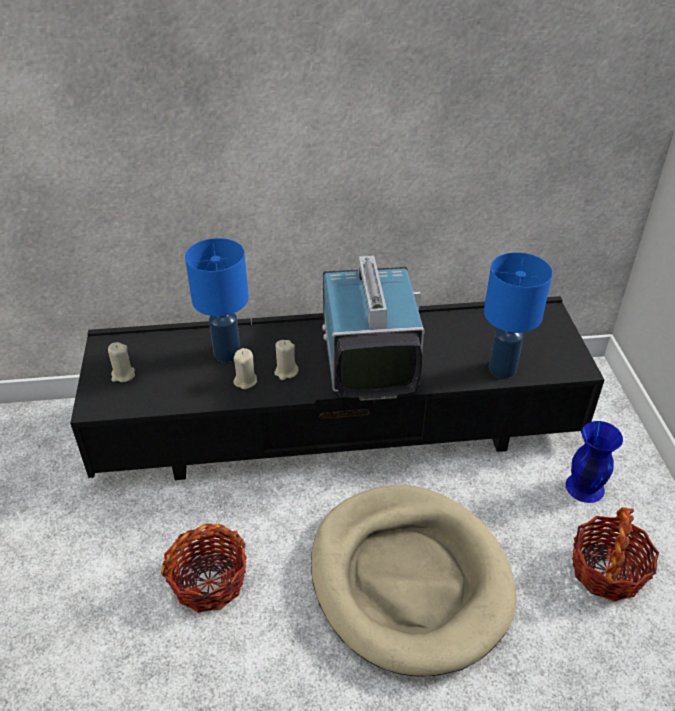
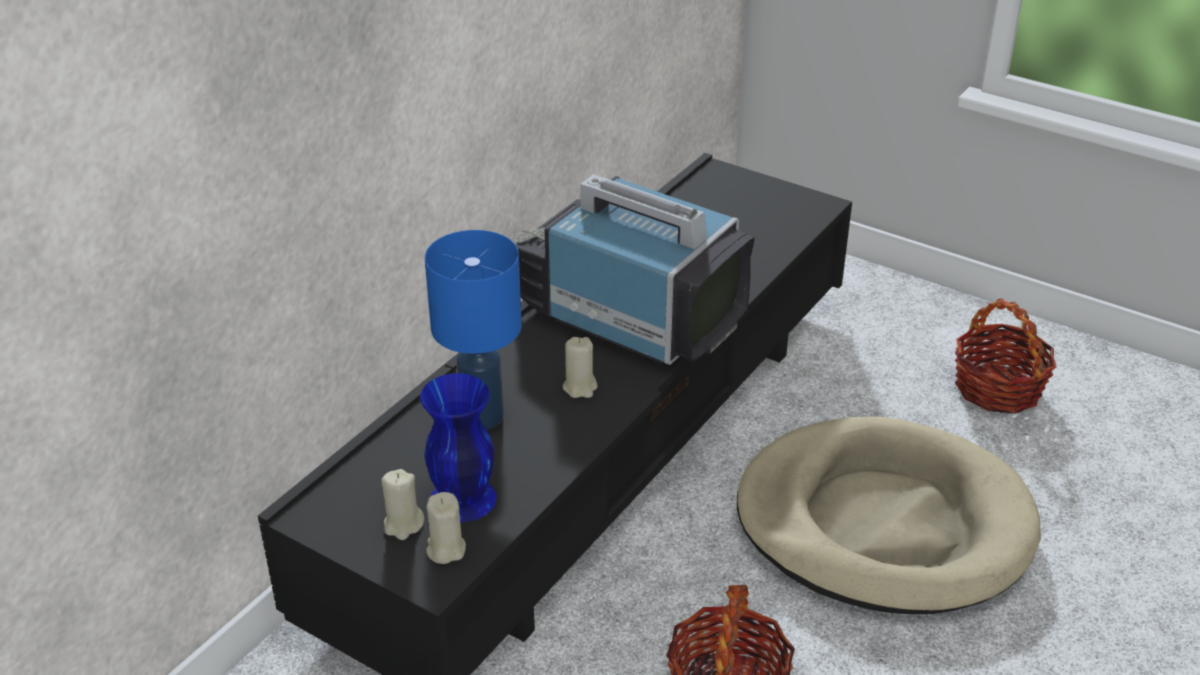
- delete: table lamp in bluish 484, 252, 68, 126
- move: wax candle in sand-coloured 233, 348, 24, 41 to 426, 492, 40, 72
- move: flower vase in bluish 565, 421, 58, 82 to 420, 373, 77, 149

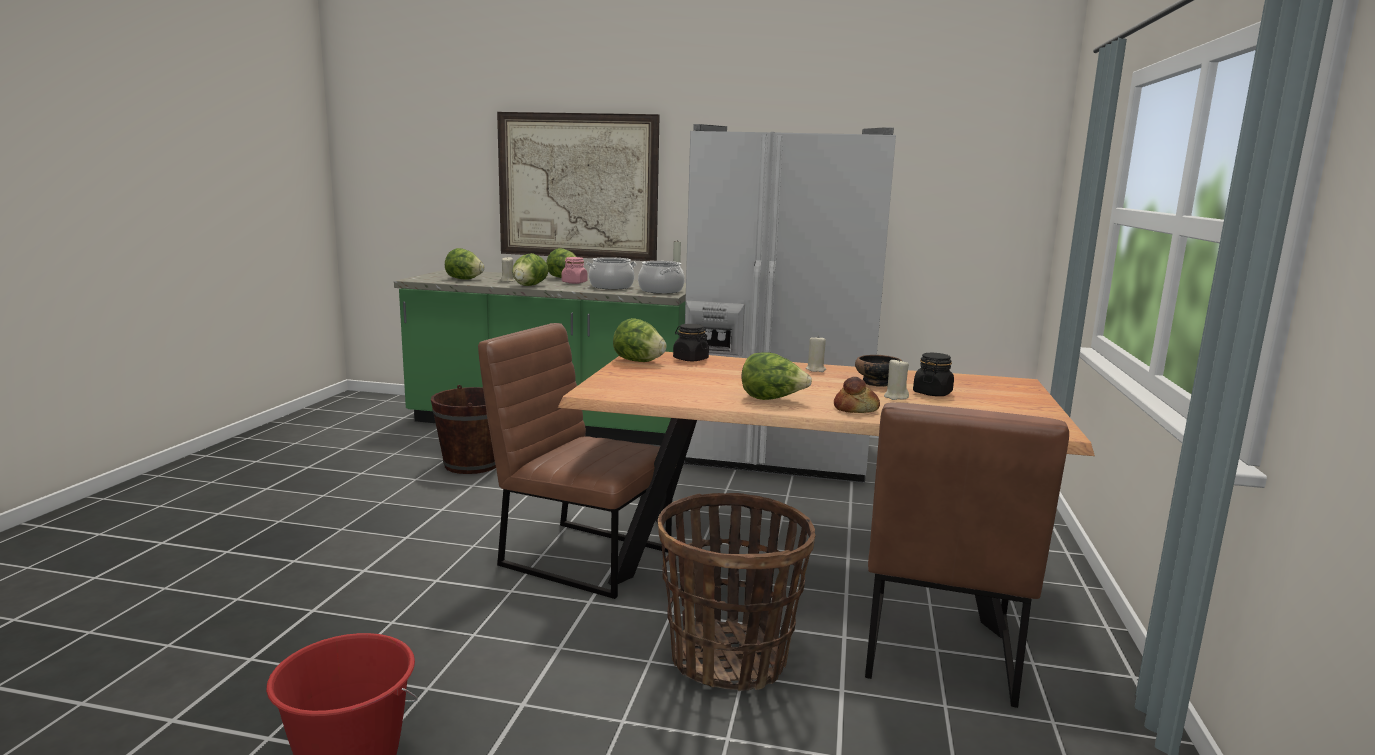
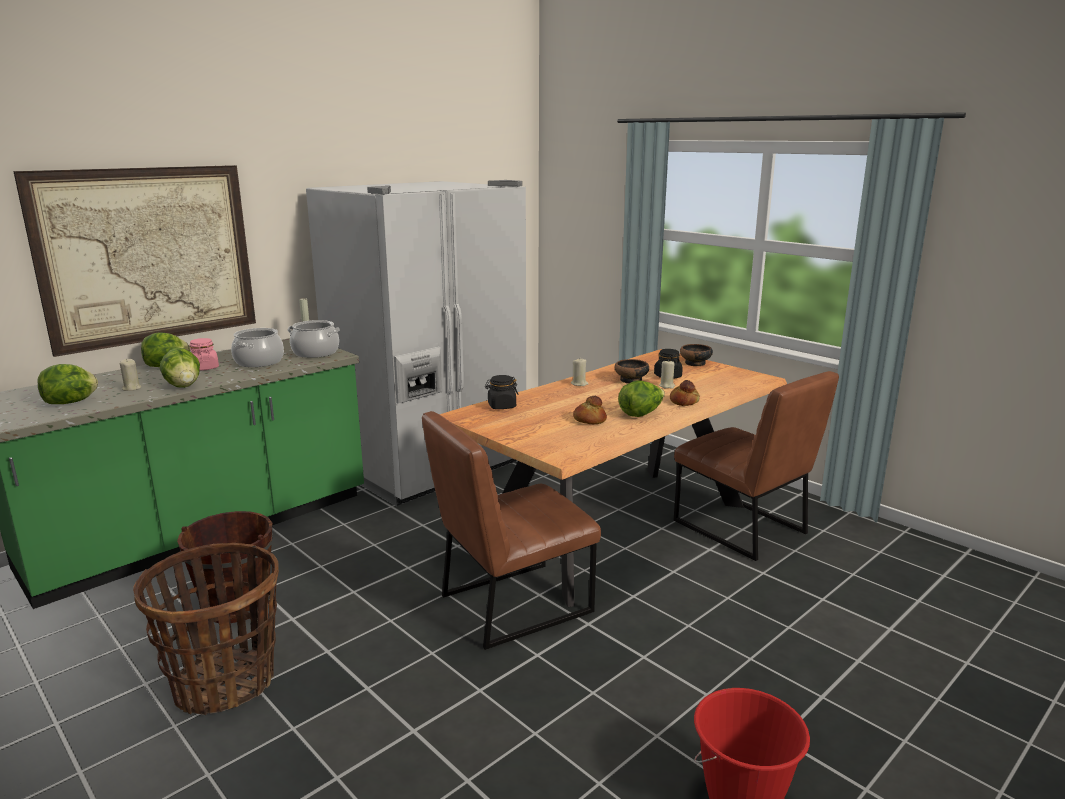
- delete: head of lettuce 613, 318, 54, 44
- insert: bakery bread 573, 396, 34, 28
- insert: serving bowl 680, 344, 33, 22
- move: storage basket 658, 493, 157, 198 to 133, 543, 146, 172

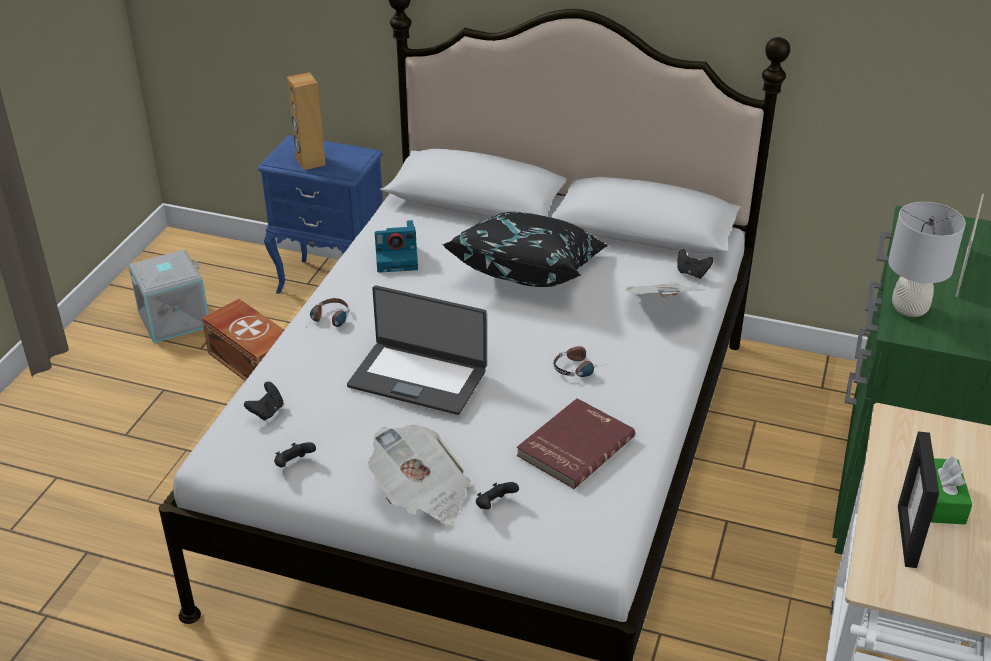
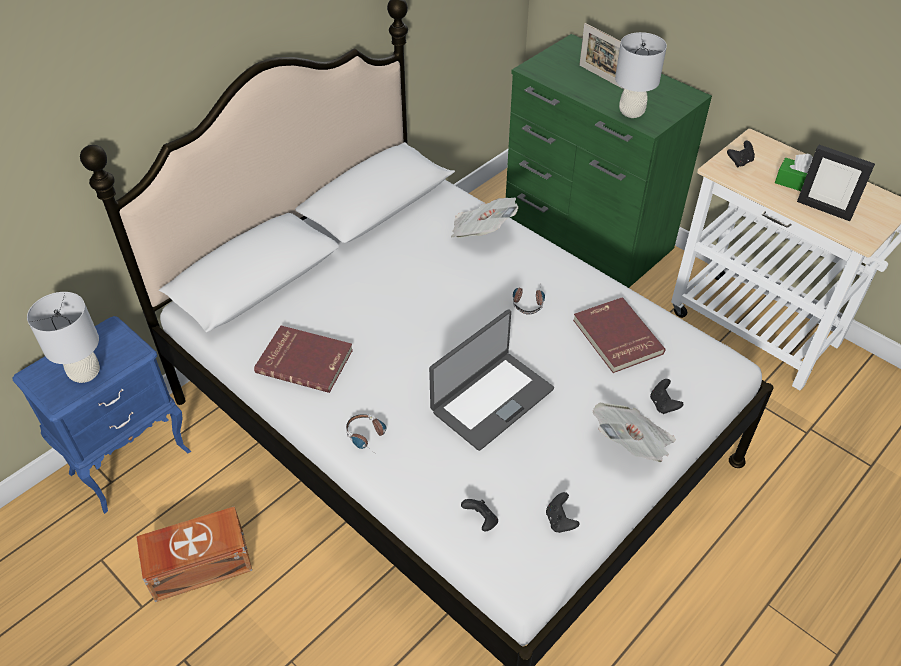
- delete: storage bin in greyish 128, 250, 81, 93
- delete: cushion in blackish 442, 212, 167, 75
- move: game controller in blackish 677, 249, 37, 30 to 727, 140, 28, 27
- replace: loudspeaker in brown-coloured 287, 72, 39, 98 to table lamp in greyish 27, 292, 73, 91
- replace: photo camera 375, 220, 43, 53 to book in red 254, 326, 99, 67

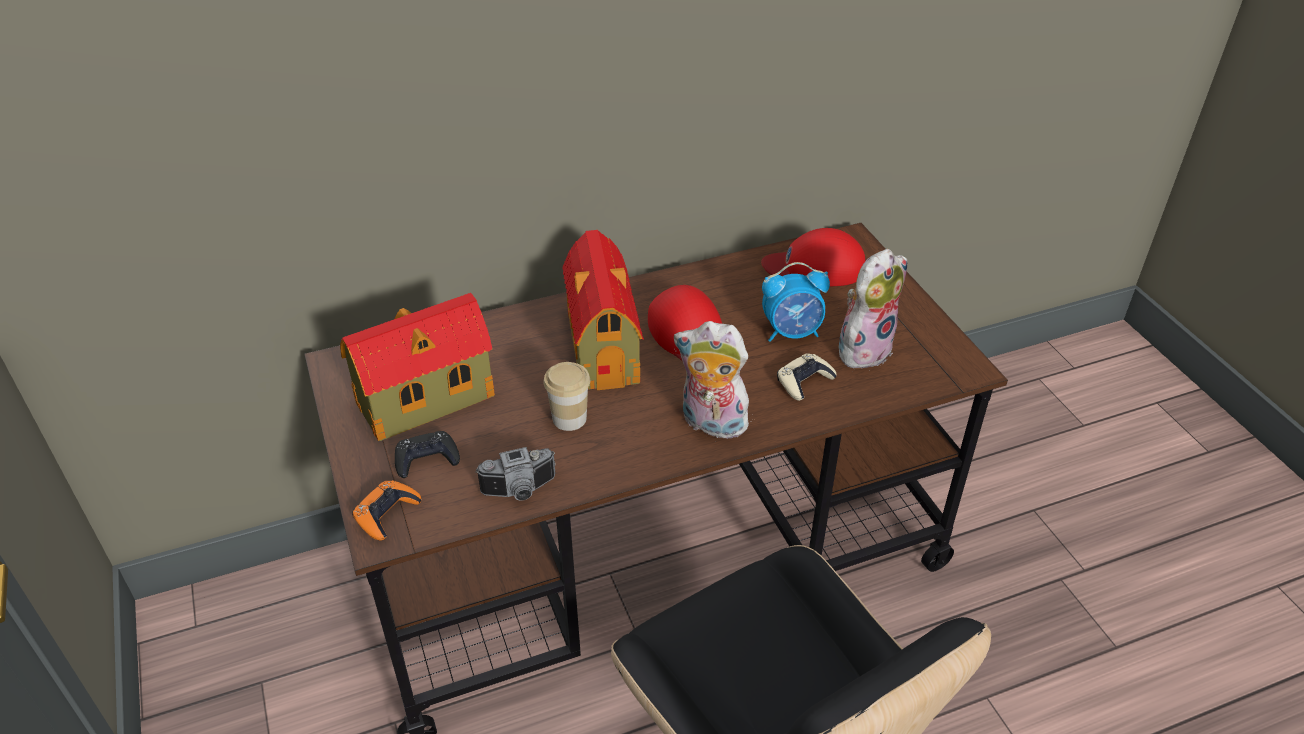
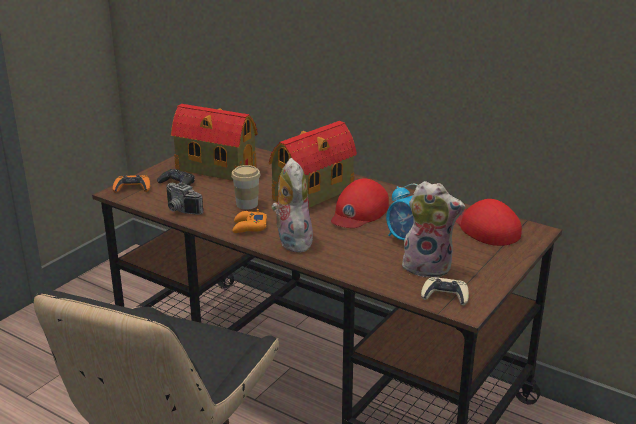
- insert: game controller in orangey 232, 209, 35, 24
- move: game controller in sand-coloured 777, 353, 59, 48 to 421, 277, 48, 28

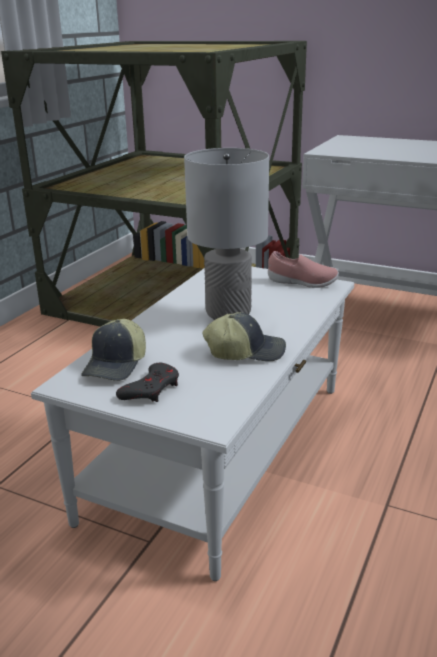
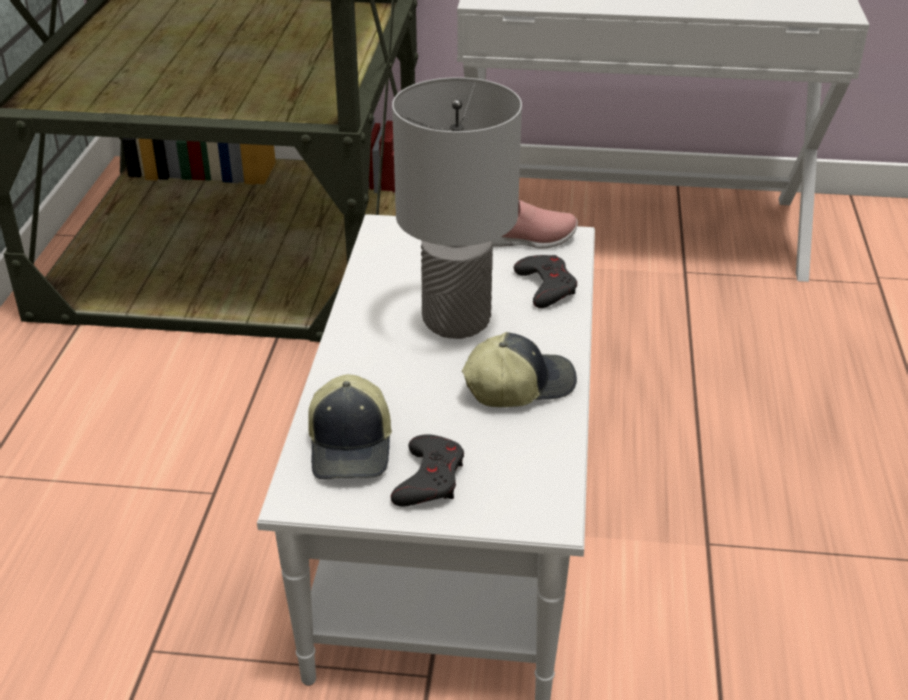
- insert: game controller in greyish 514, 255, 63, 53

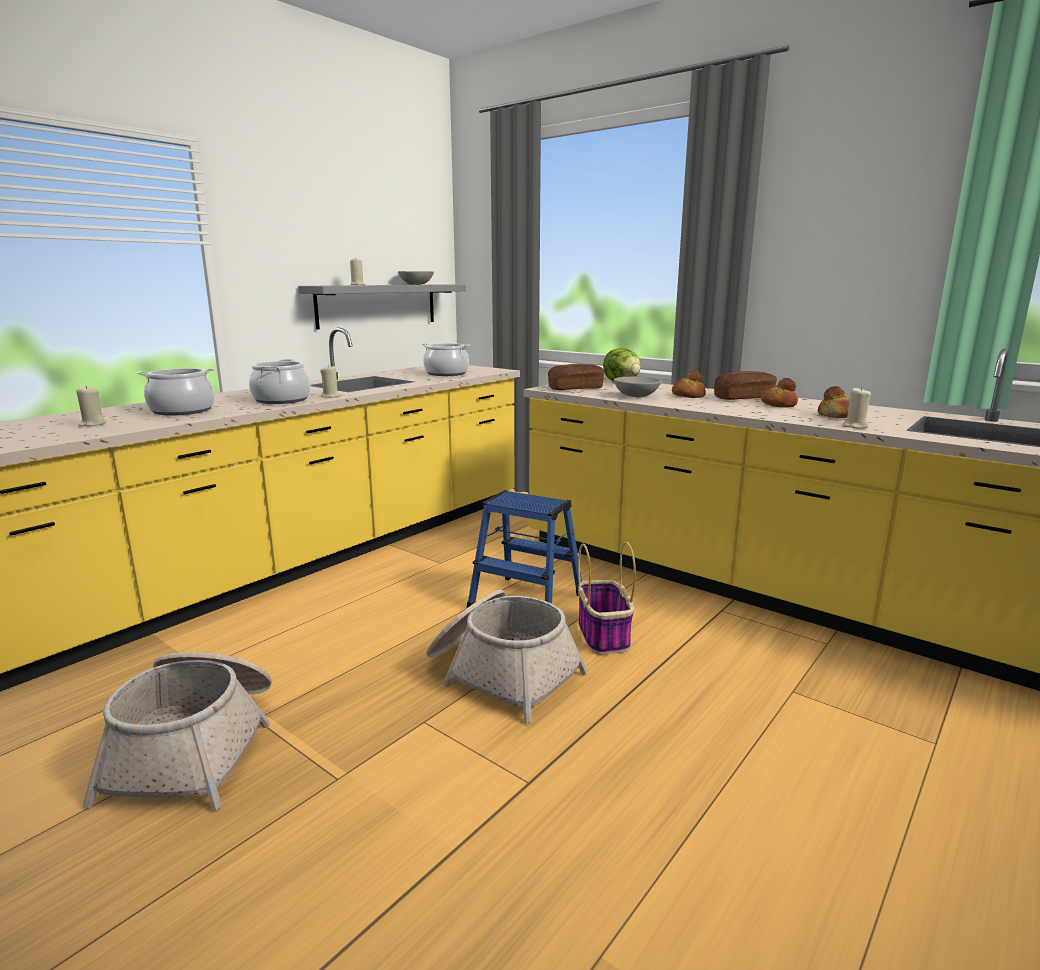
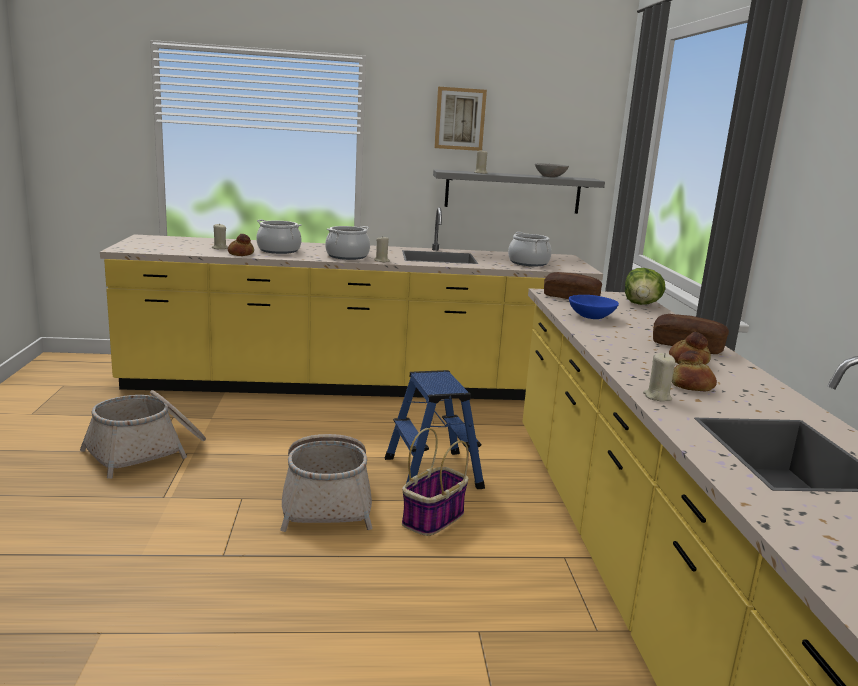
- insert: wall picture 434, 87, 53, 64
- move: bakery bread 672, 370, 34, 28 to 228, 234, 26, 22
- recolor: serving bowl in greyish 614, 377, 48, 20 to serving bowl in bluish 569, 295, 50, 24

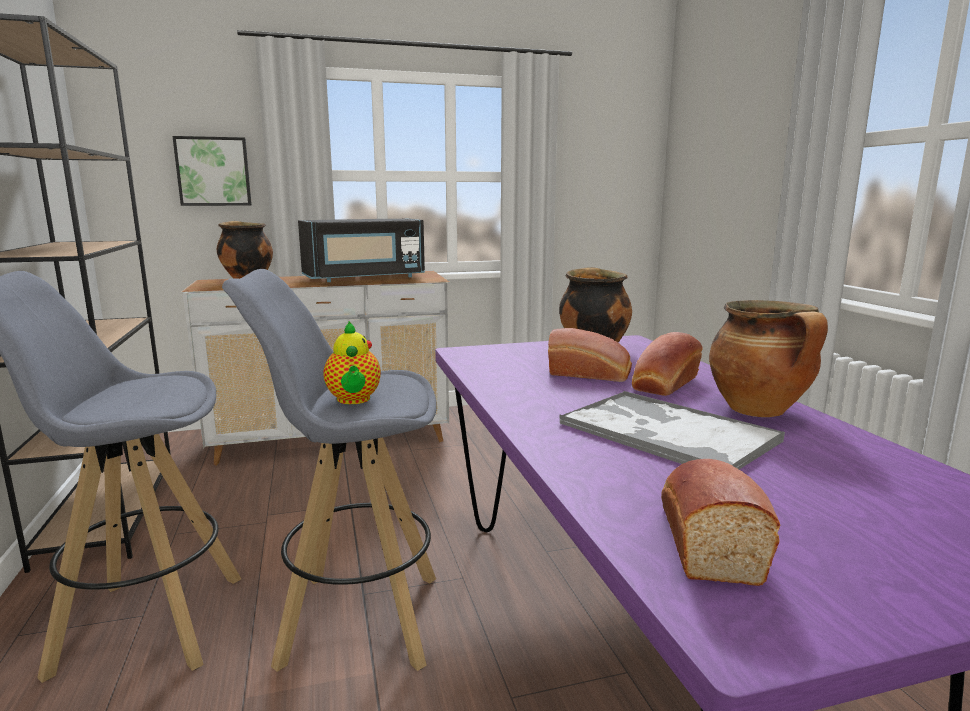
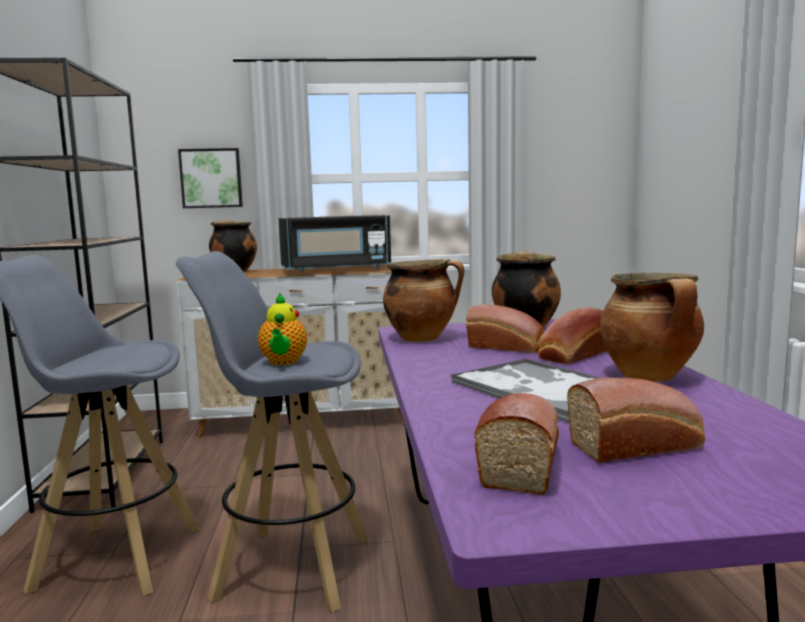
- insert: cooking pot 383, 259, 81, 83
- insert: bakery bread 567, 377, 138, 86

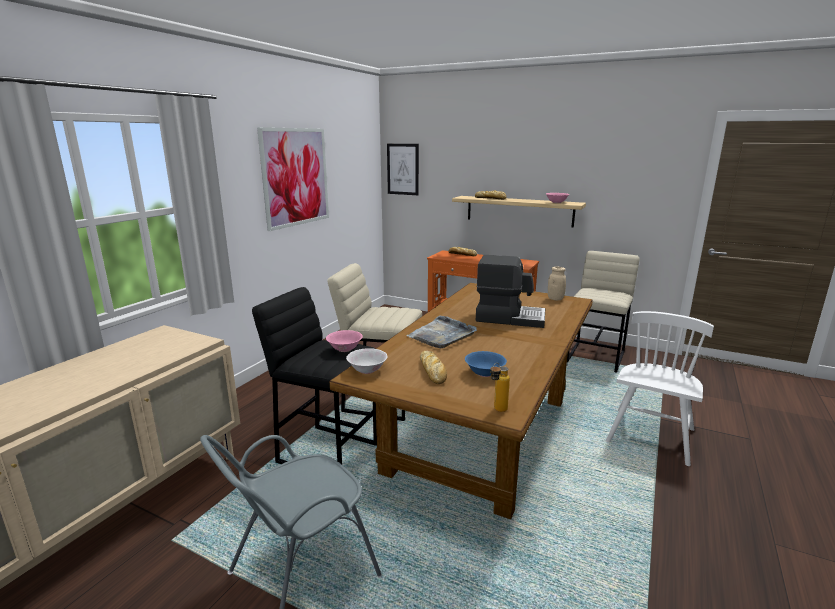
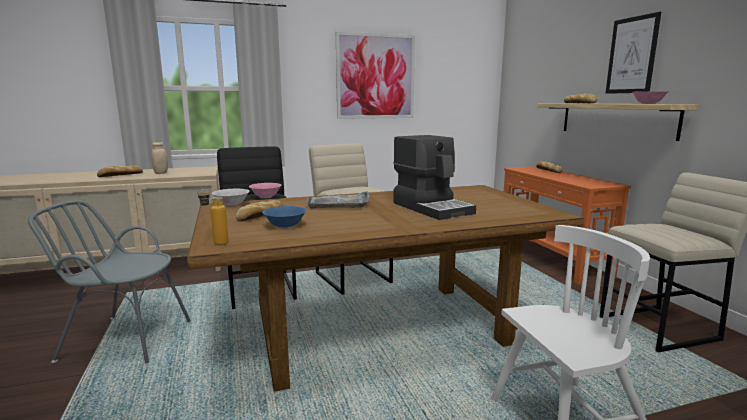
- insert: bakery bread 97, 166, 46, 11
- move: wall picture 387, 144, 32, 51 to 605, 12, 56, 82
- move: jar in sand-coloured 548, 266, 18, 34 to 152, 142, 16, 32

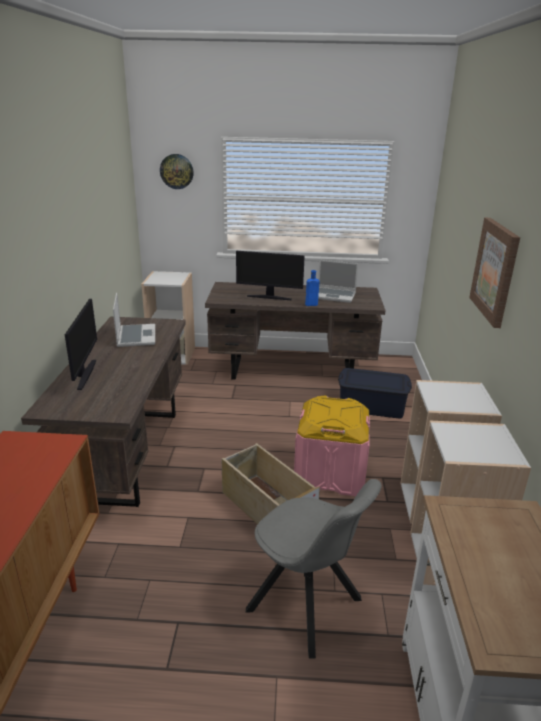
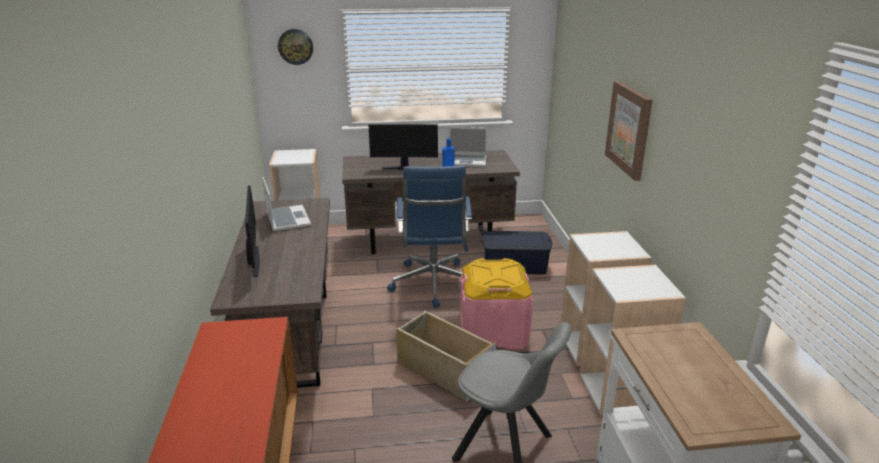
- insert: office chair in bluish 387, 166, 85, 142

